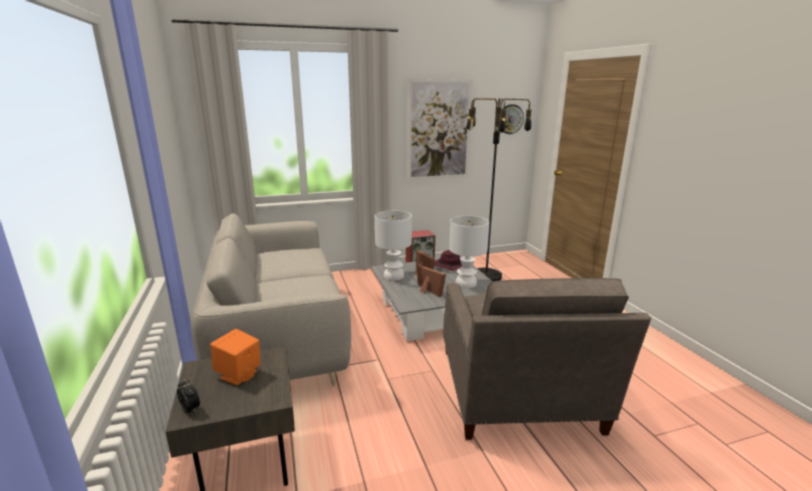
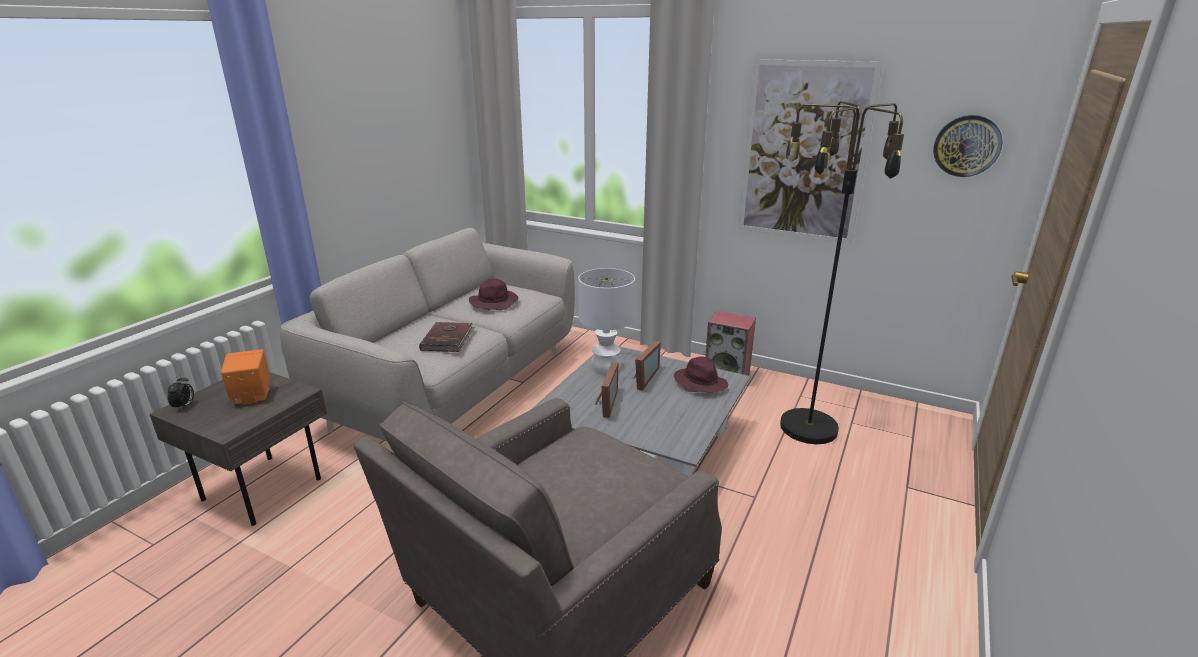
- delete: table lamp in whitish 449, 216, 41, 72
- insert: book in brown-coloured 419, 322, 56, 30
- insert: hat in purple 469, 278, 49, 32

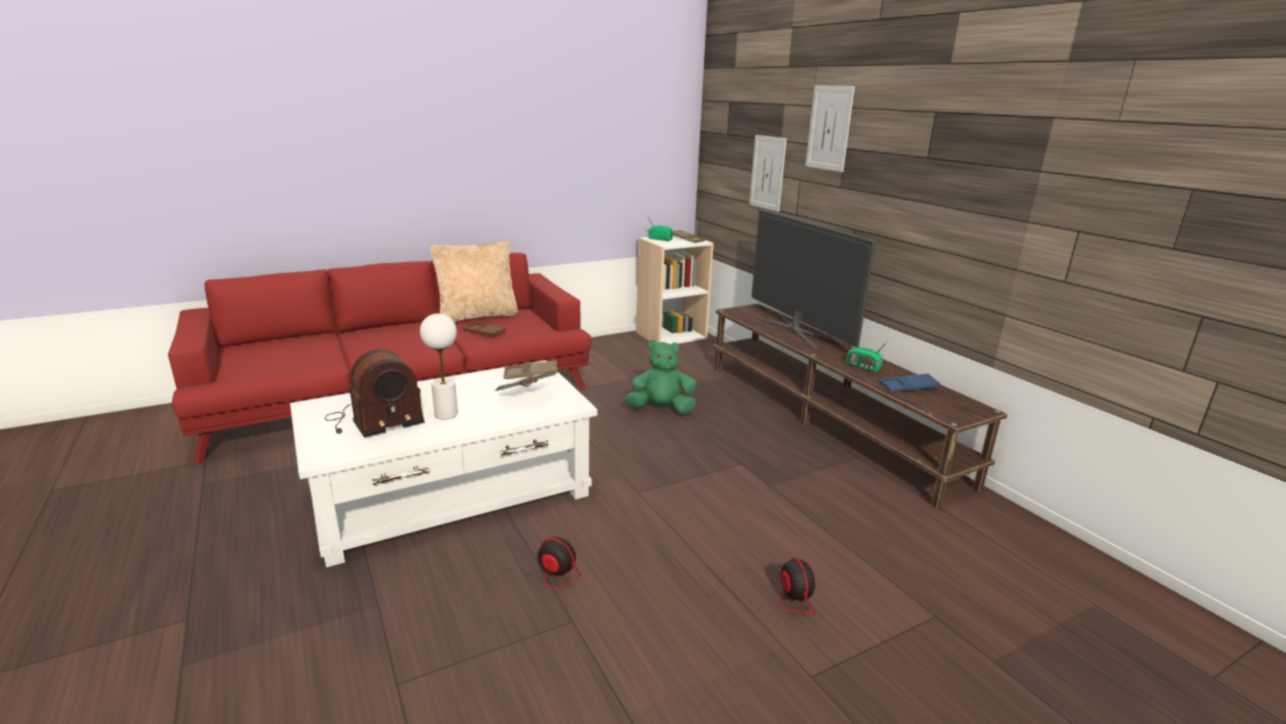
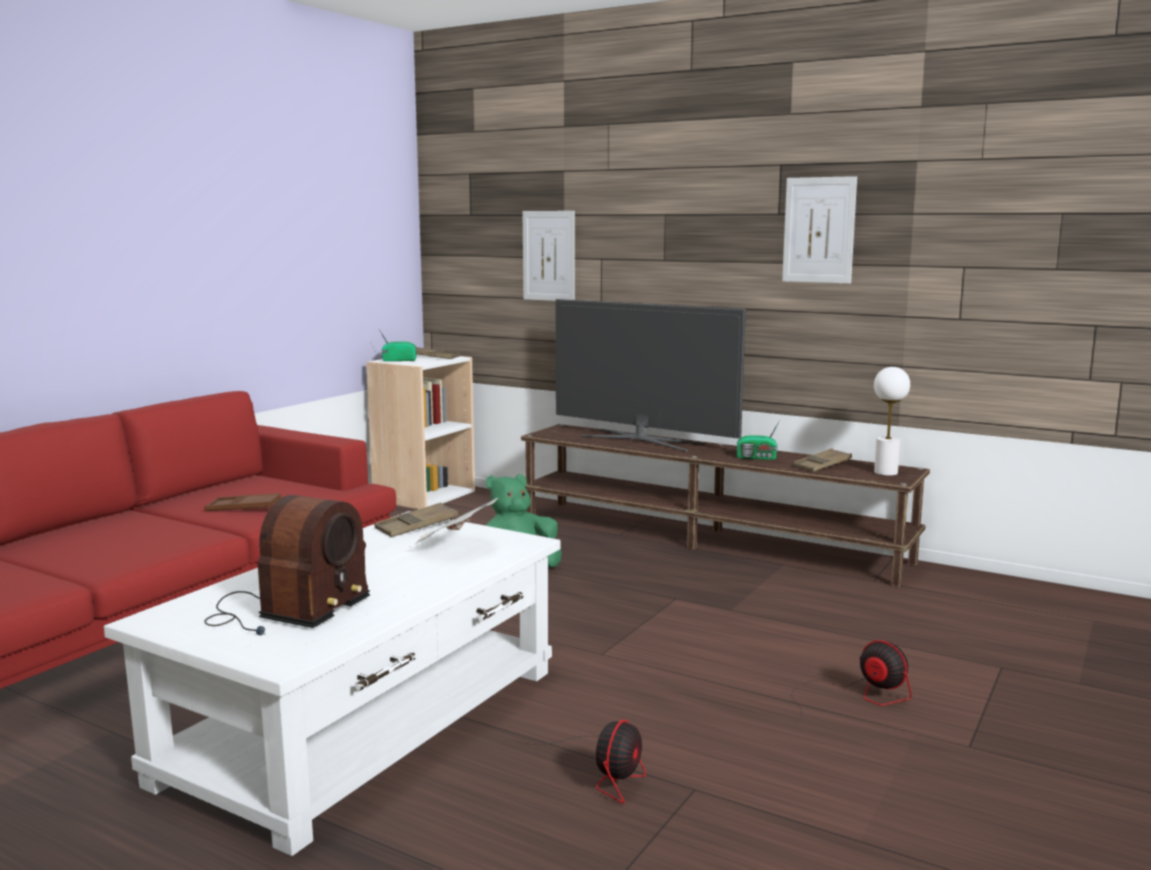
- delete: cushion in sand-coloured 430, 241, 88, 81
- move: table lamp in whitish 420, 313, 38, 106 to 874, 367, 36, 109
- move: wall picture 806, 85, 49, 87 to 782, 176, 75, 108
- recolor: serving tray in bluish 880, 373, 60, 19 to serving tray in brown-coloured 793, 448, 59, 24
- rotate: fan 479, 537, 102, 95 = 518, 720, 128, 84 120 degrees clockwise

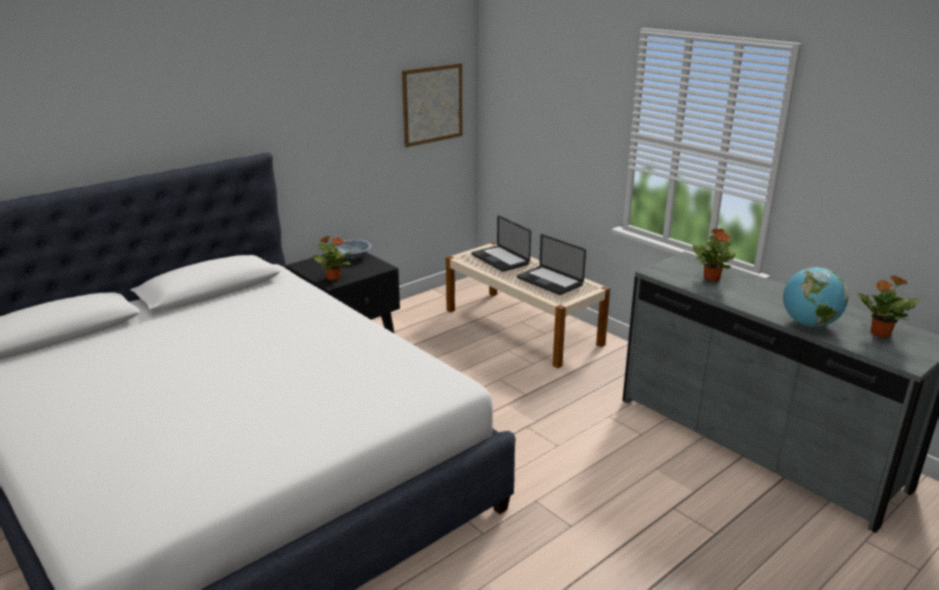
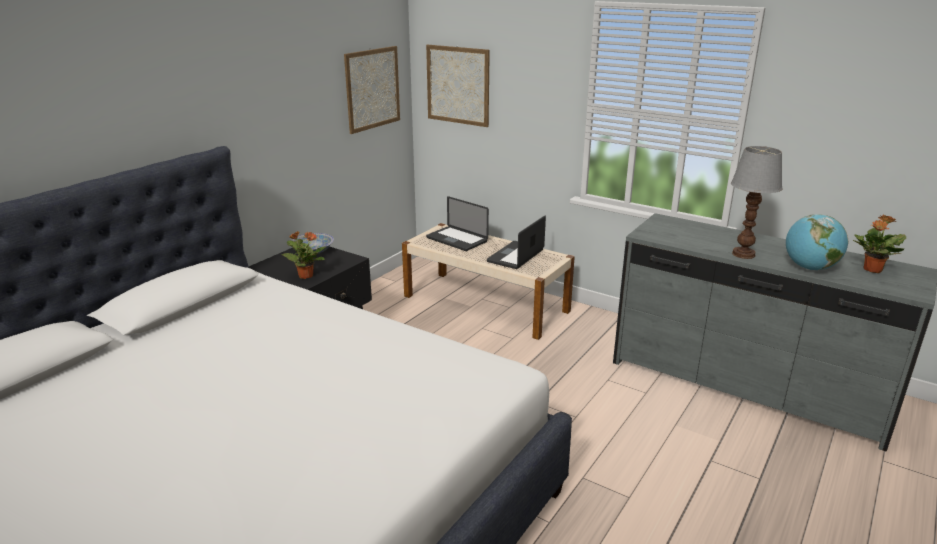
- delete: potted plant 693, 228, 43, 53
- insert: wall picture 426, 45, 64, 82
- insert: table lamp 731, 146, 52, 113
- rotate: notebook computer 517, 234, 69, 61 = 487, 216, 59, 53 90 degrees clockwise

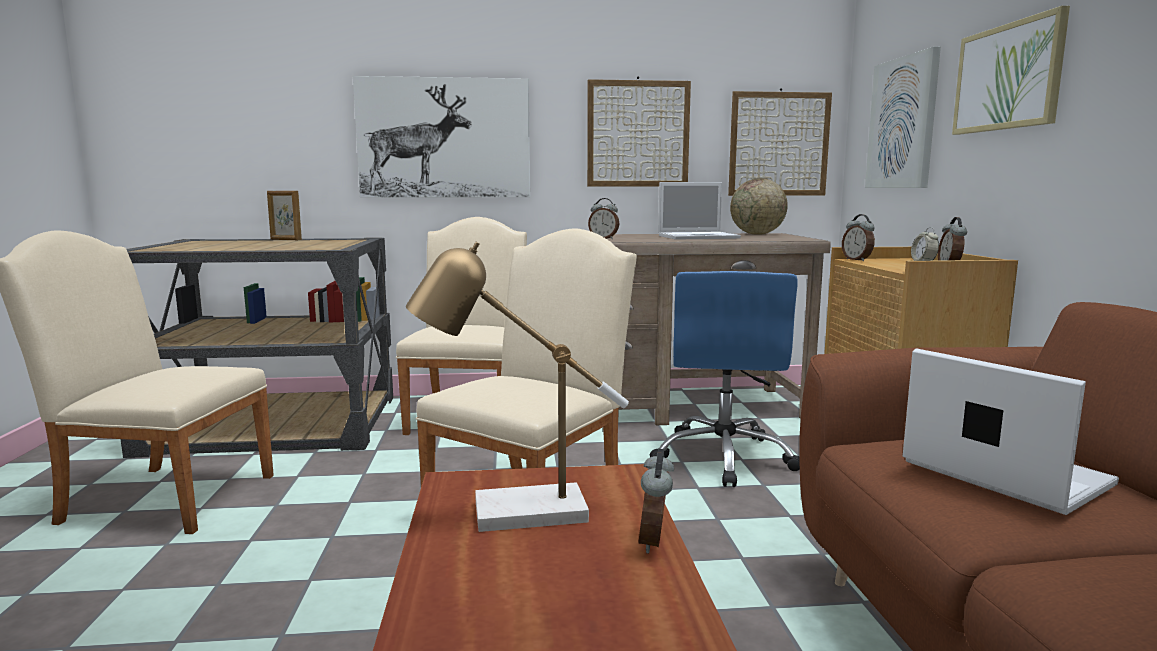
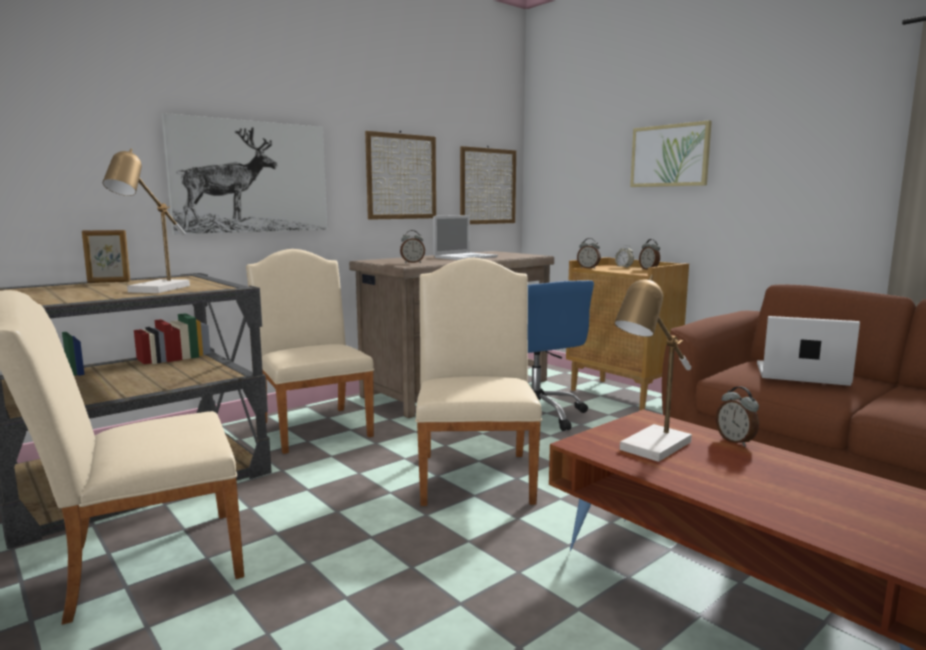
- delete: world globe 730, 178, 58, 57
- delete: wall picture 865, 47, 76, 141
- insert: table lamp 103, 149, 87, 144

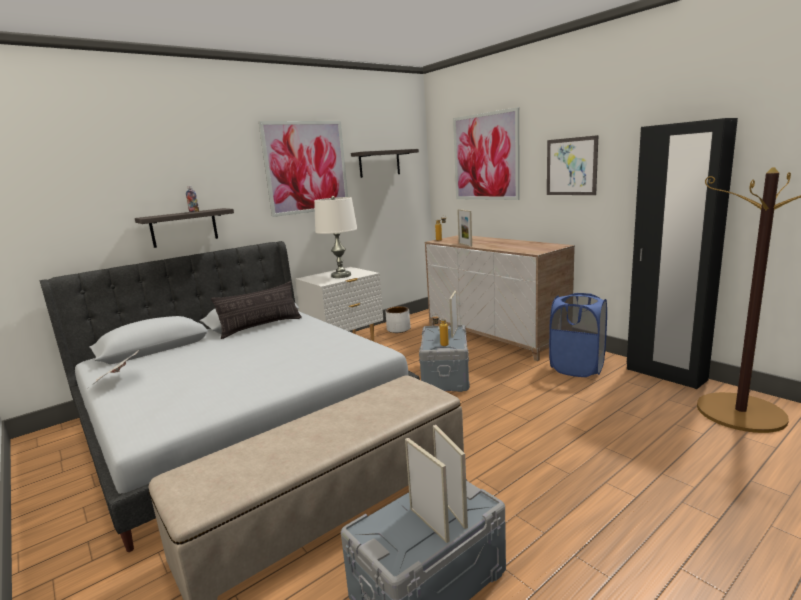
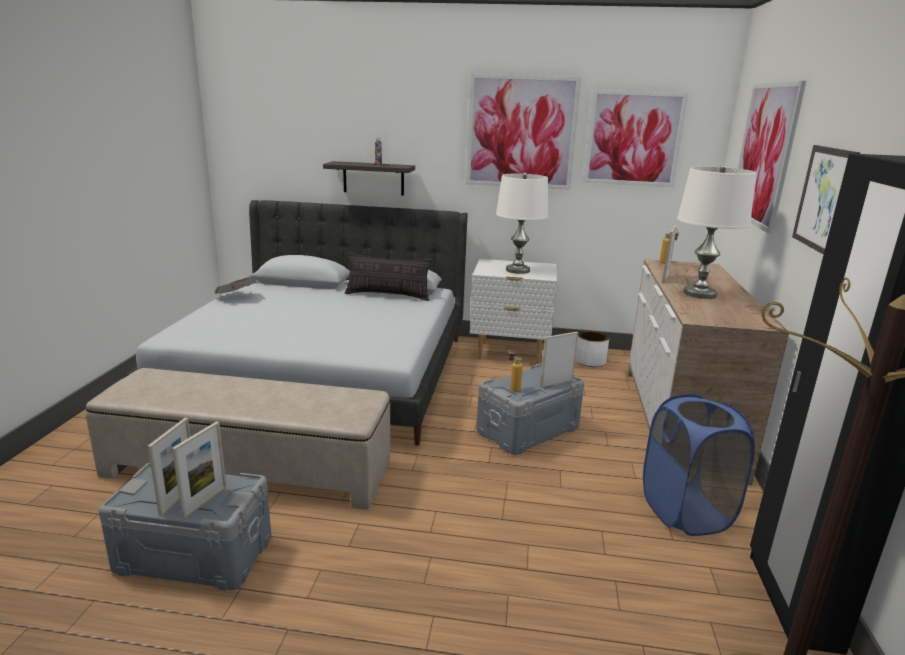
- insert: table lamp in whitish 677, 165, 79, 134
- replace: wall shelf 351, 149, 68, 29 to wall picture 583, 90, 105, 97

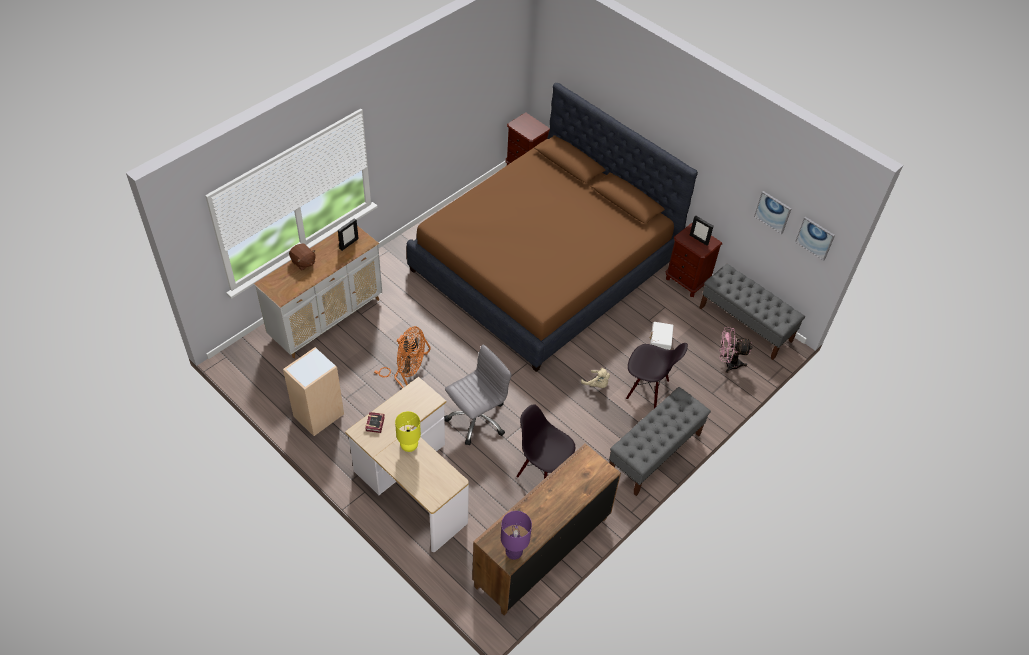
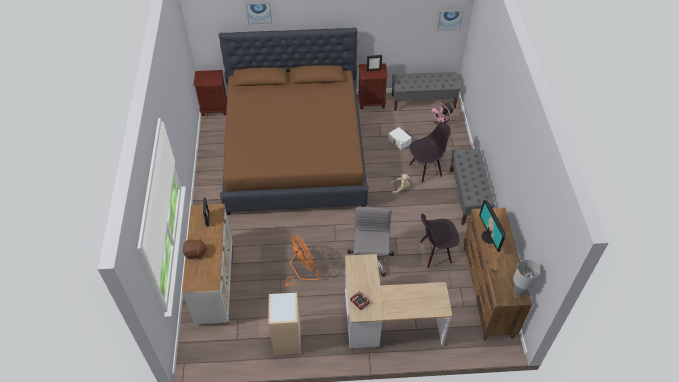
- delete: table lamp in yellow-coloured 395, 411, 26, 41
- insert: computer screen 479, 200, 27, 52
- move: wall picture 754, 191, 38, 43 to 246, 2, 26, 22
- recolor: table lamp in purple 501, 511, 31, 49 to table lamp in greyish 513, 259, 27, 37

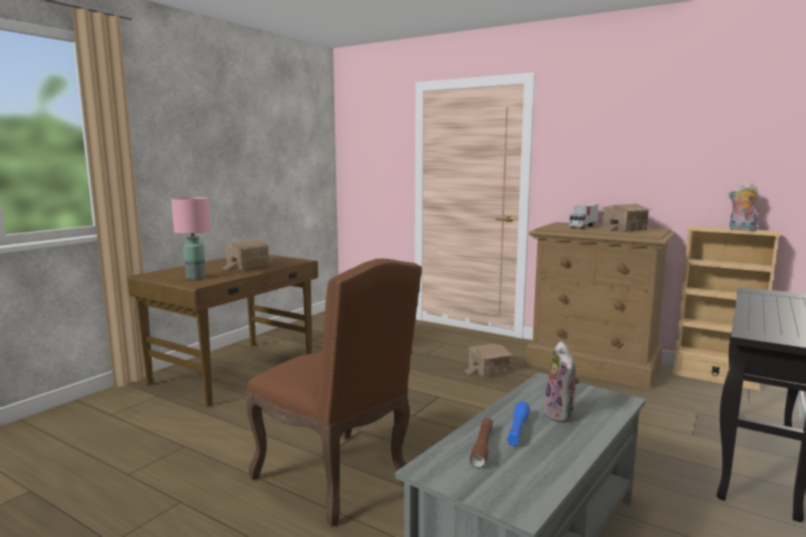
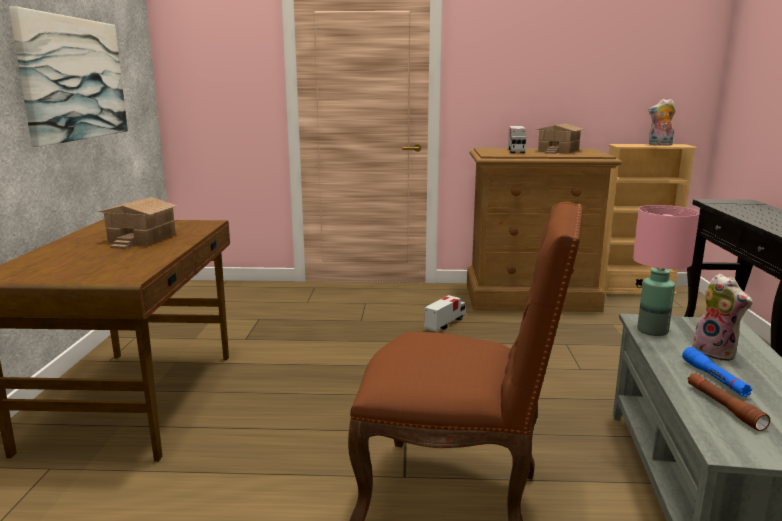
- insert: wall picture 9, 6, 119, 141
- move: table lamp in pinkish 171, 197, 40, 83 to 633, 205, 67, 131
- replace: toy house 465, 344, 47, 33 to toy lorry 424, 295, 42, 37

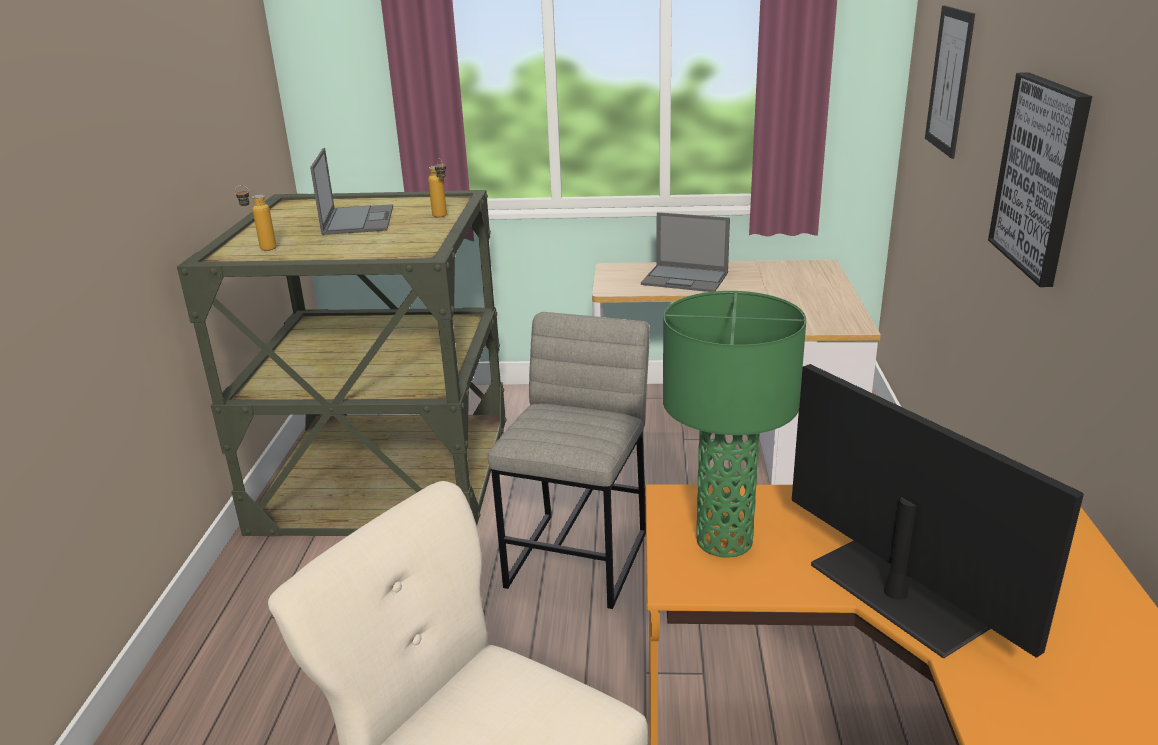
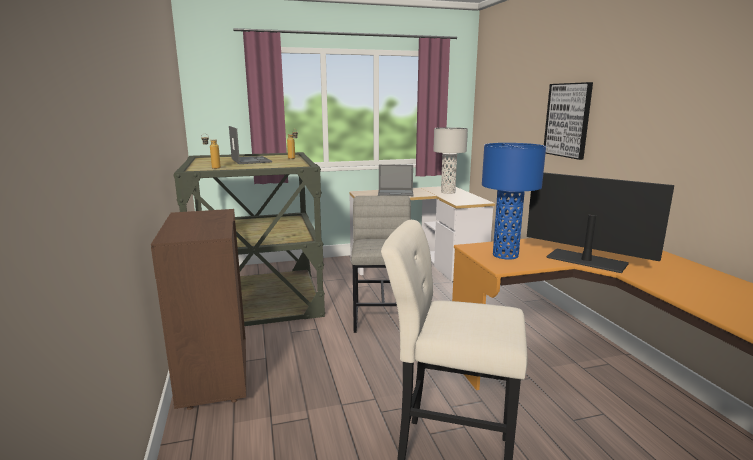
- delete: wall picture 925, 5, 50, 154
- insert: cupboard in brown-coloured 151, 209, 95, 201
- insert: table lamp in whitish 433, 127, 35, 67
- recolor: table lamp in green-coloured 663, 291, 143, 267 to table lamp in bluish 482, 143, 64, 117

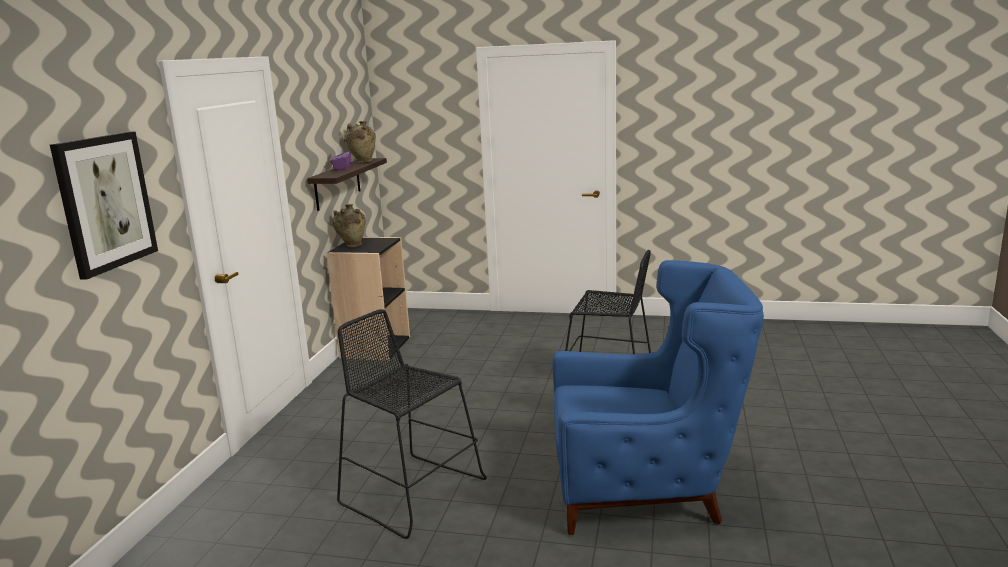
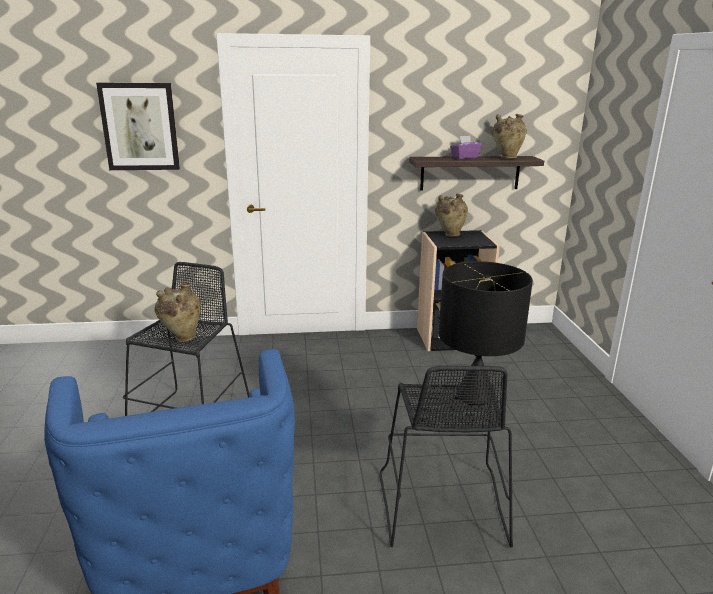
- insert: flower vase in sand-coloured 154, 283, 47, 59
- insert: table lamp in blackish 439, 261, 94, 144

